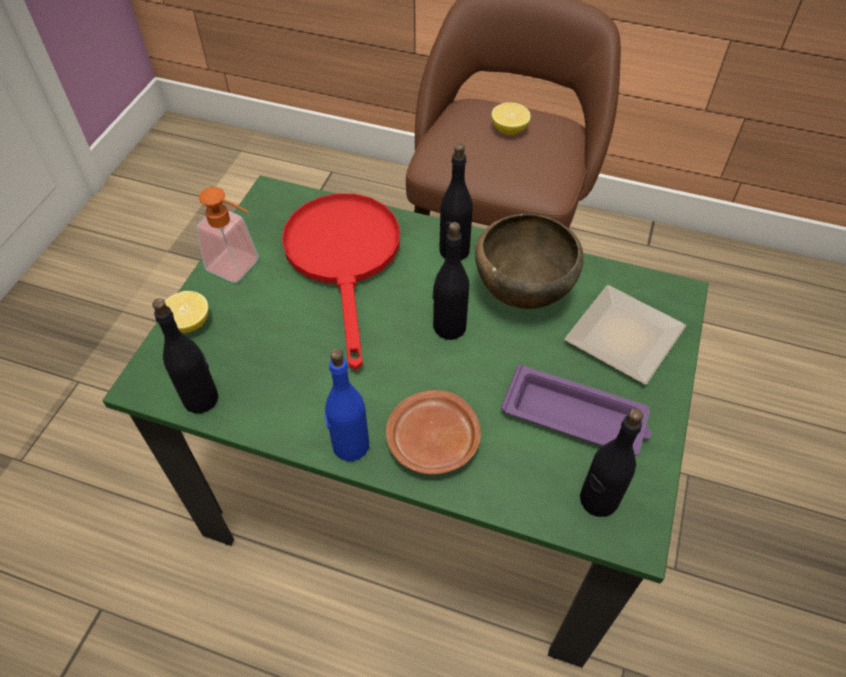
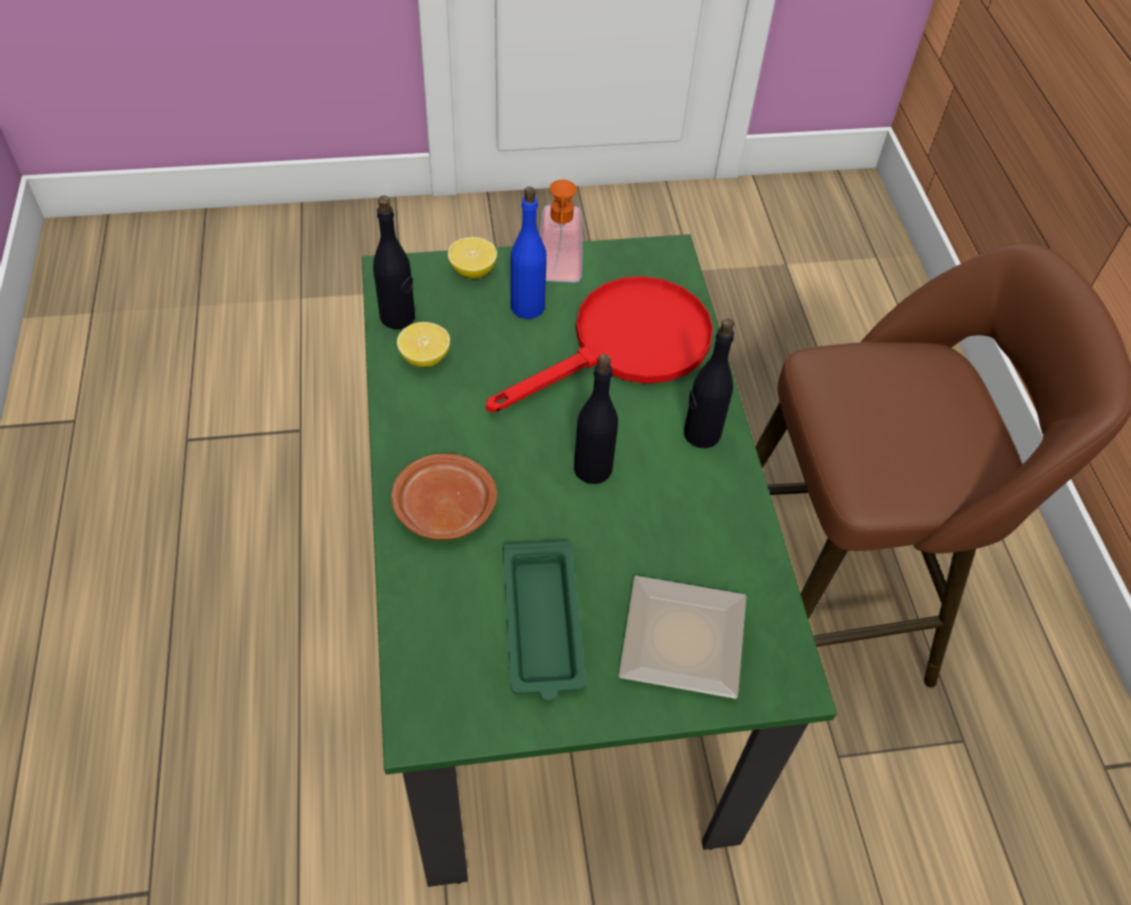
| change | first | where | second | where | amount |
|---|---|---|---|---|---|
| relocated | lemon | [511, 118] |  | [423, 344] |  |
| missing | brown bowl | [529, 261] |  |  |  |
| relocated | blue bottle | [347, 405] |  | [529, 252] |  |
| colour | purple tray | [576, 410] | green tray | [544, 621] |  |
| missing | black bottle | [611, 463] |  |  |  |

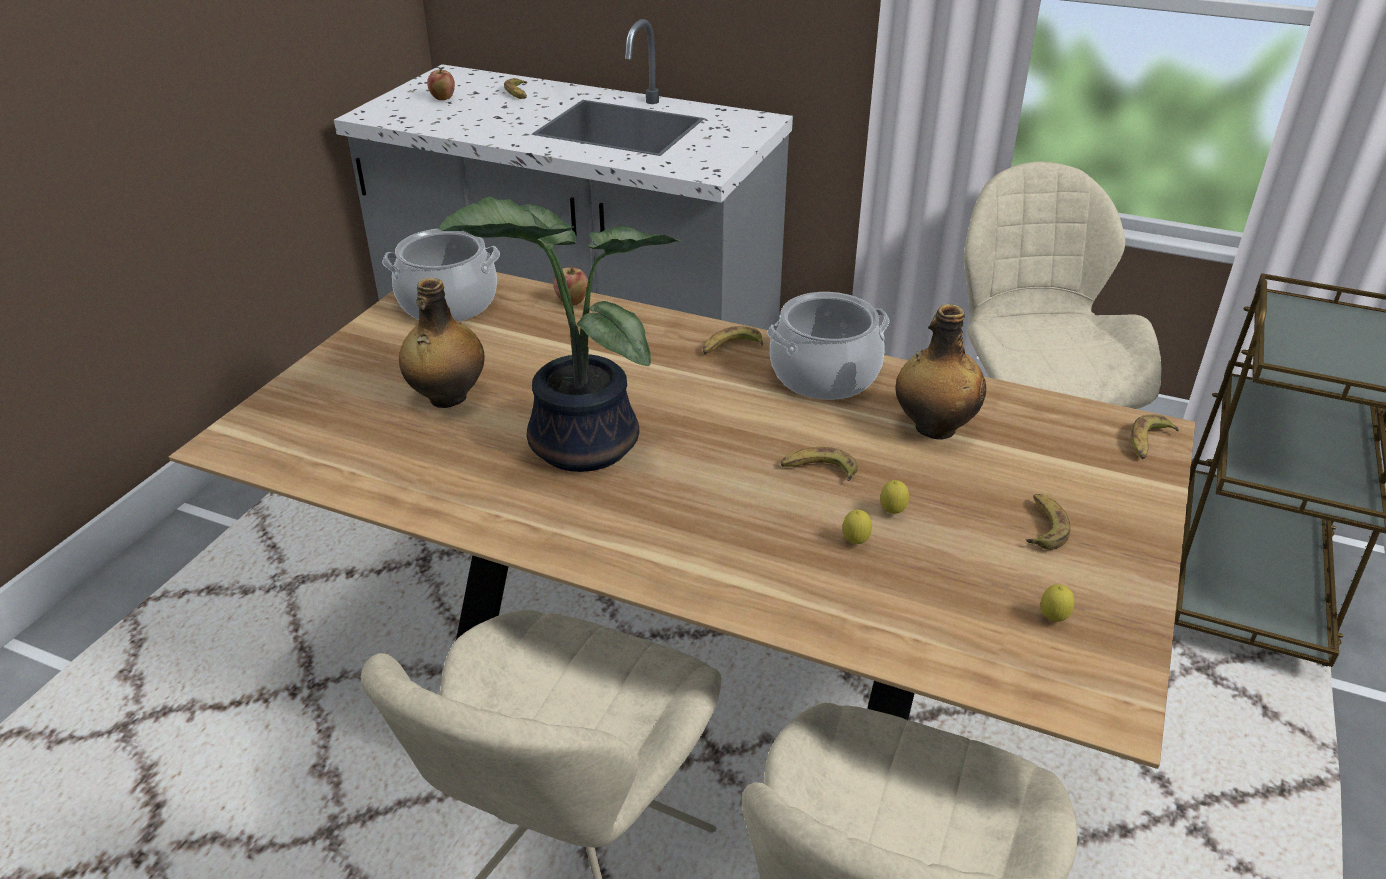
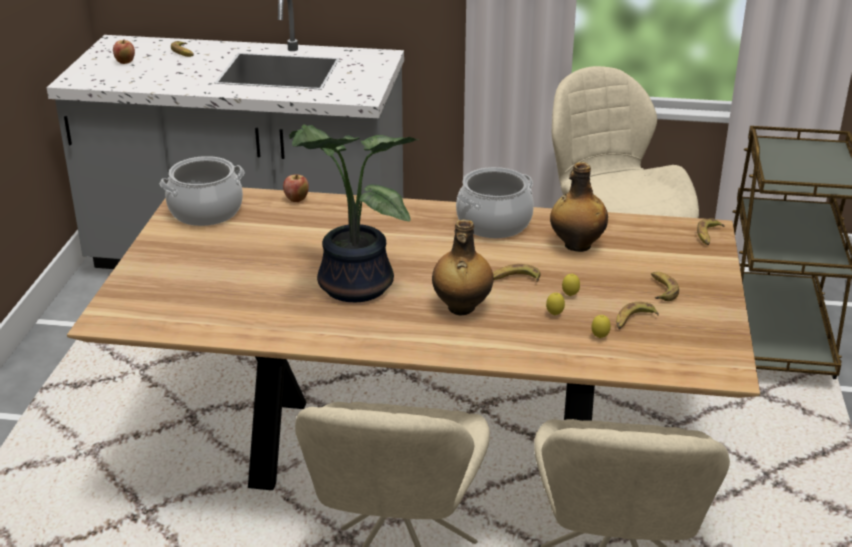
| change | first | where | second | where | amount |
|---|---|---|---|---|---|
| relocated | bottle | [442, 343] |  | [463, 267] |  |
| relocated | banana | [733, 340] |  | [637, 315] |  |
| relocated | lemon | [1057, 603] |  | [601, 326] |  |

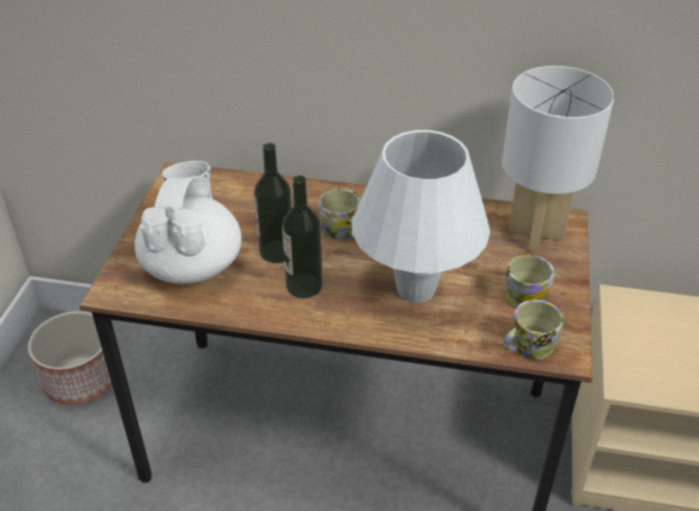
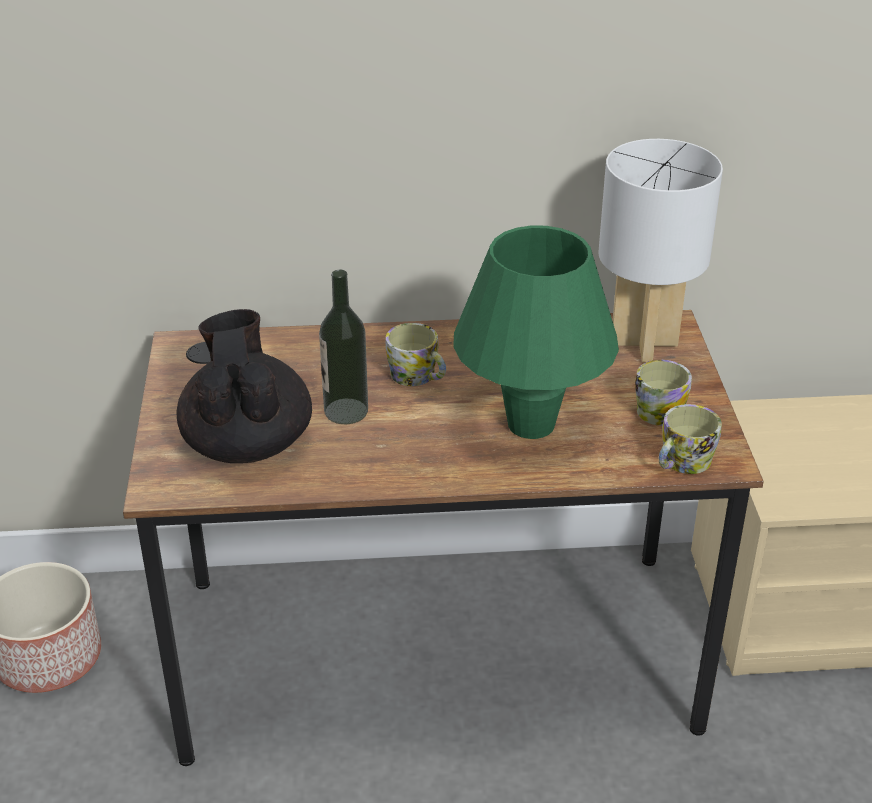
| change | first | where | second | where | amount |
|---|---|---|---|---|---|
| colour | white table lamp | [421, 216] | green table lamp | [536, 332] |  |
| colour | white teapot | [188, 222] | black teapot | [244, 386] |  |
| missing | bottle | [302, 236] |  |  |  |

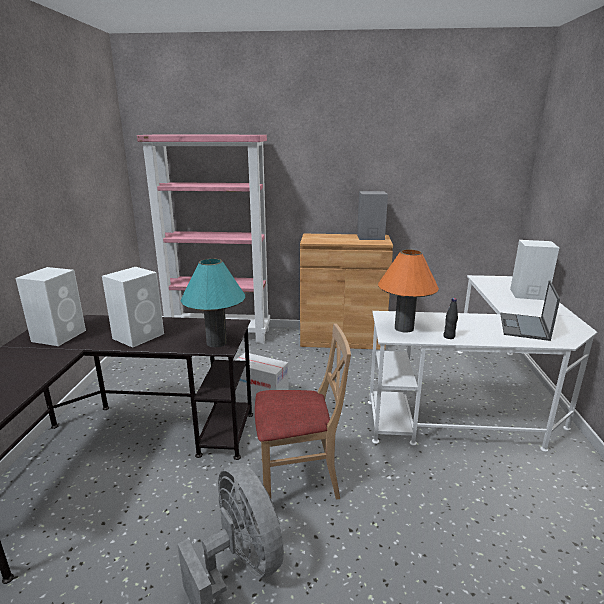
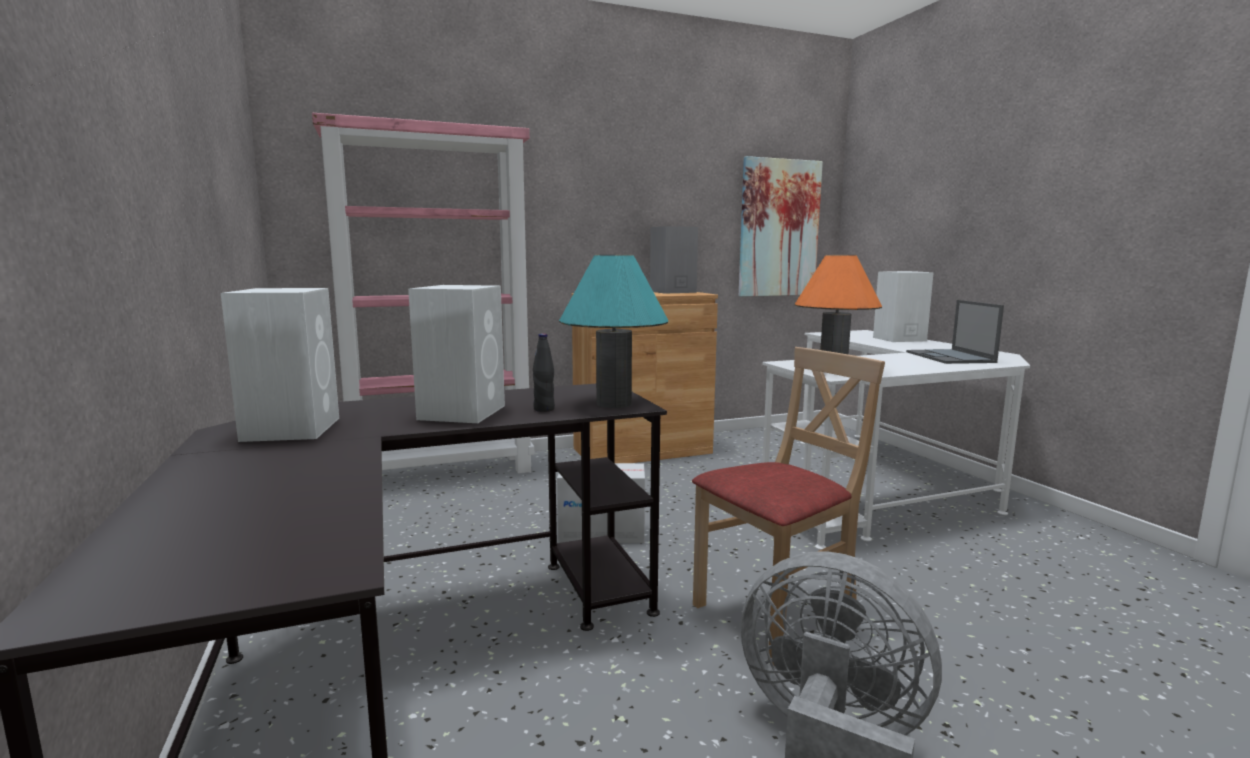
| change | first | where | second | where | amount |
|---|---|---|---|---|---|
| relocated | black bottle | [451, 318] |  | [544, 373] |  |
| appeared |  |  | picture | [781, 226] |  |

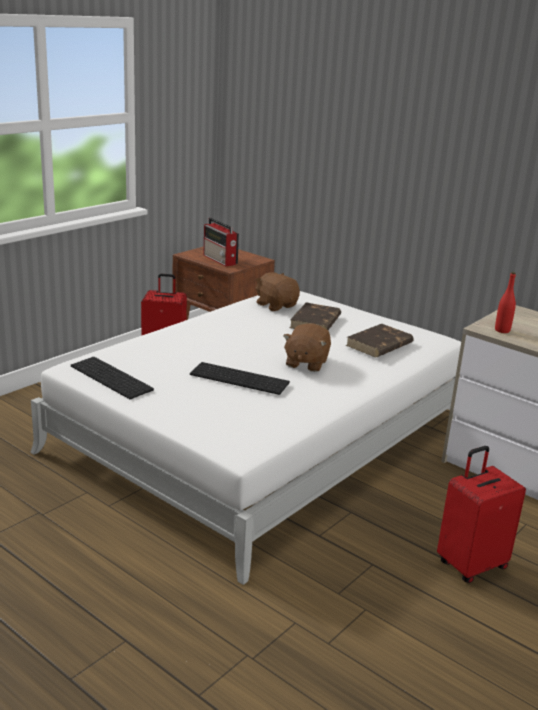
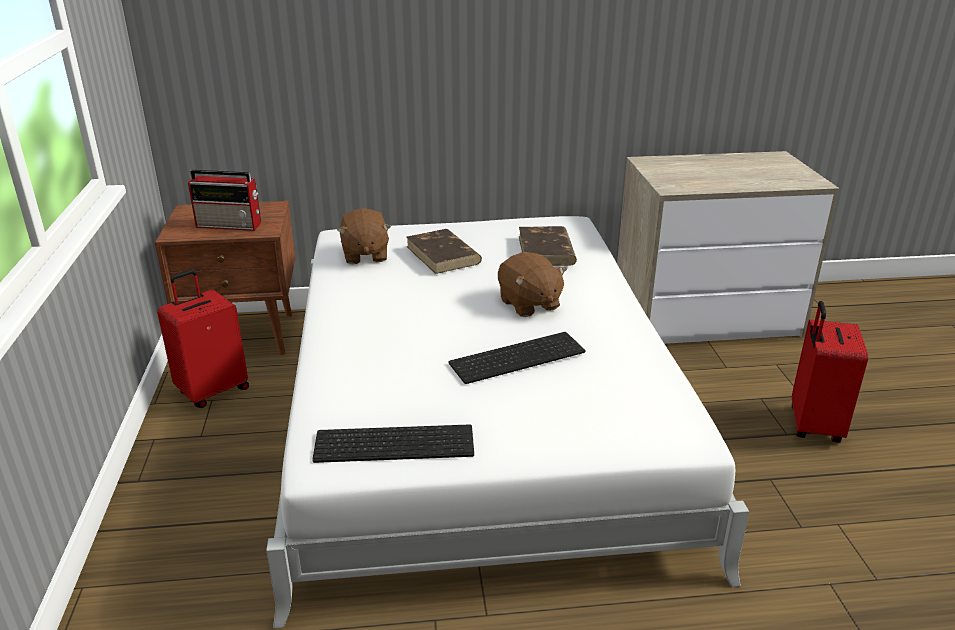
| change | first | where | second | where | amount |
|---|---|---|---|---|---|
| spun | brown plush toy | [277, 291] |  | [364, 236] | 105 degrees counterclockwise |
| missing | red bottle | [505, 302] |  |  |  |

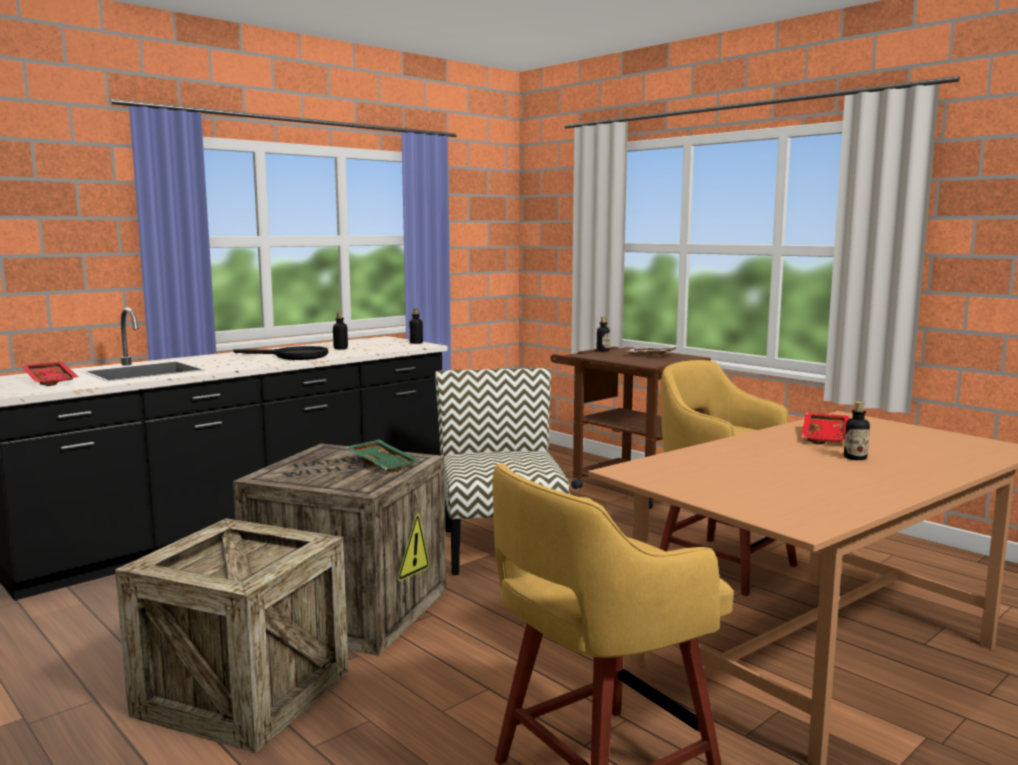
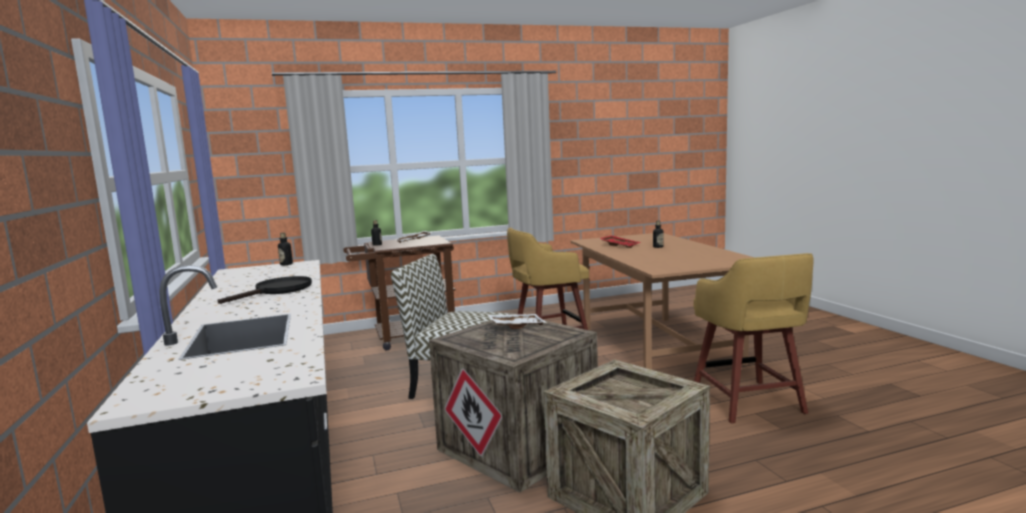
| change | first | where | second | where | amount |
|---|---|---|---|---|---|
| missing | bottle | [340, 330] |  |  |  |
| missing | red tray | [50, 373] |  |  |  |
| colour | green tray | [383, 456] | white tray | [517, 321] |  |

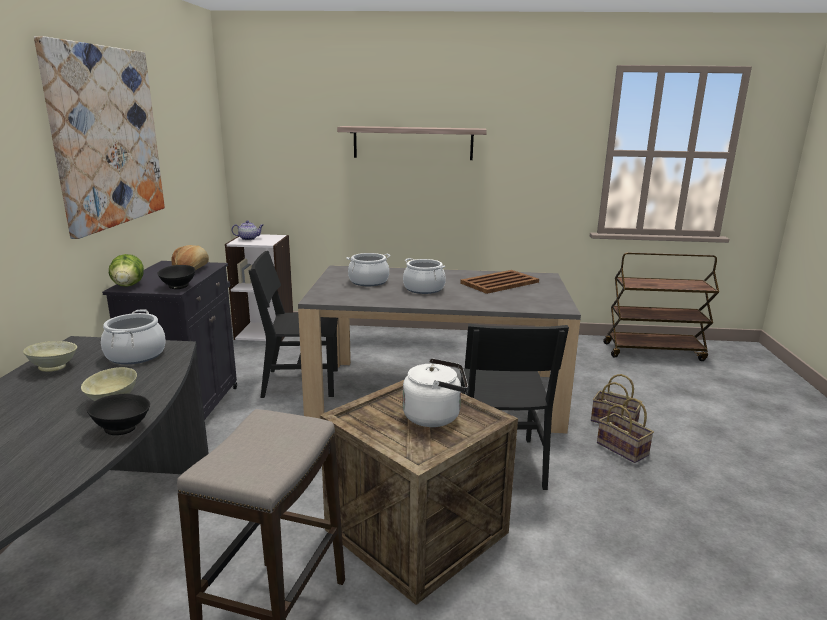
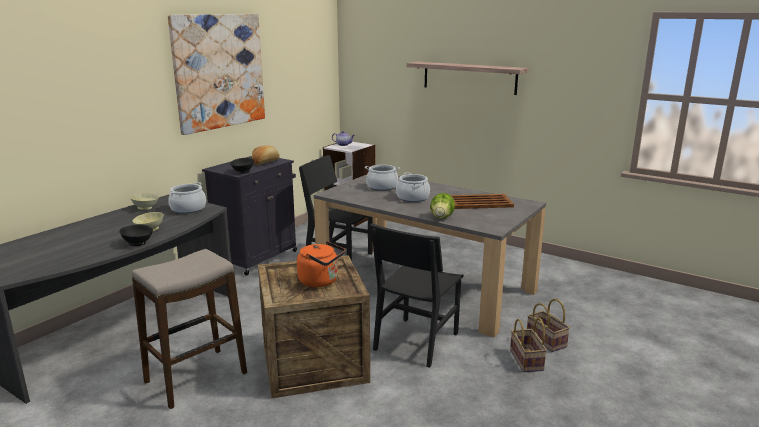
| change | first | where | second | where | amount |
|---|---|---|---|---|---|
| missing | brown cart | [661, 306] |  |  |  |
| relocated | lettuce | [126, 270] |  | [442, 206] |  |
| colour | white kettle | [435, 392] | orange kettle | [321, 264] |  |

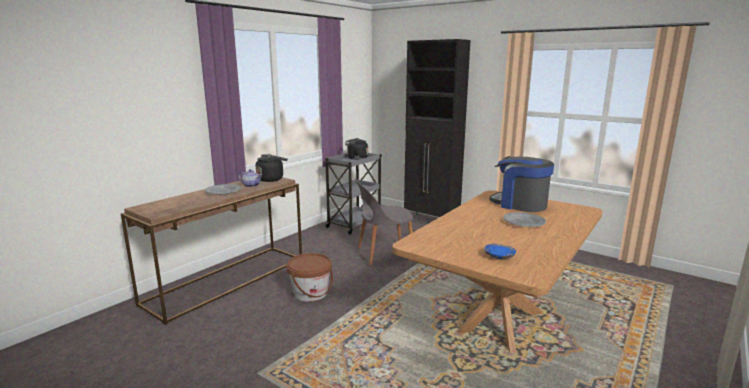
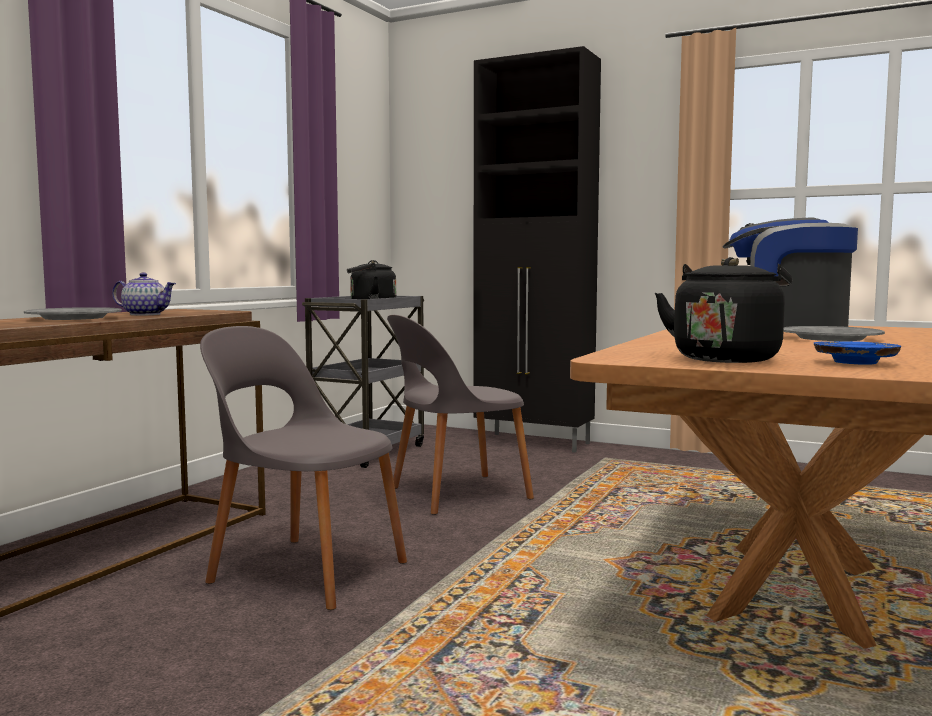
| change | first | where | second | where | amount |
|---|---|---|---|---|---|
| relocated | black kettle | [272, 168] |  | [723, 310] |  |
| exchanged | brown bucket | [310, 277] | grey chair | [303, 468] |  |

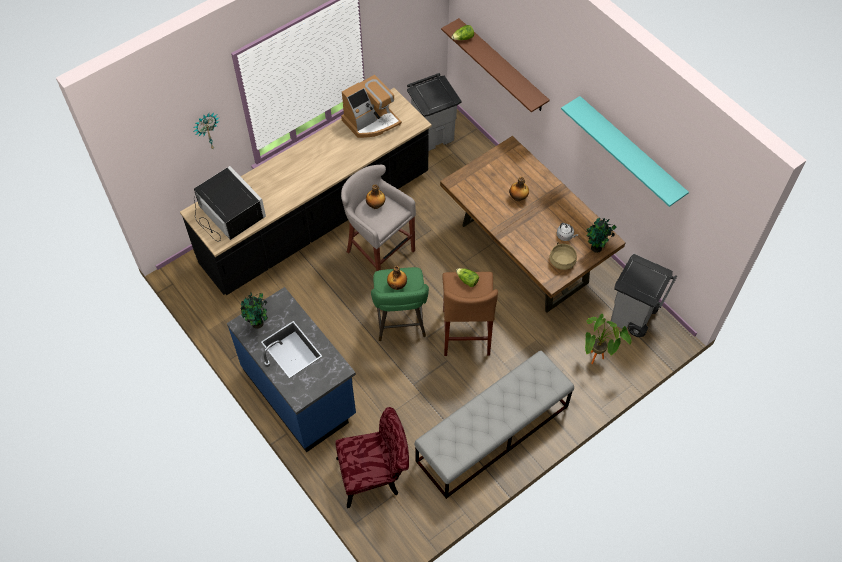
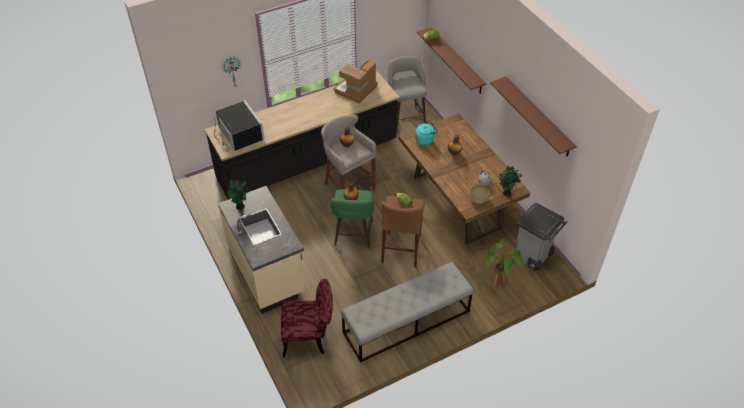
| change | first | where | second | where | amount |
|---|---|---|---|---|---|
| exchanged | grey trash can | [434, 112] | grey stool | [407, 93] |  |
| spun | coffee machine | [371, 106] |  | [355, 82] | 150 degrees clockwise |
| colour | turquoise shelf | [625, 151] | brown shelf | [533, 117] |  |
| colour | blue counter | [291, 369] | beige counter | [261, 250] |  |
| appeared |  |  | turquoise kettle | [426, 133] |  |

